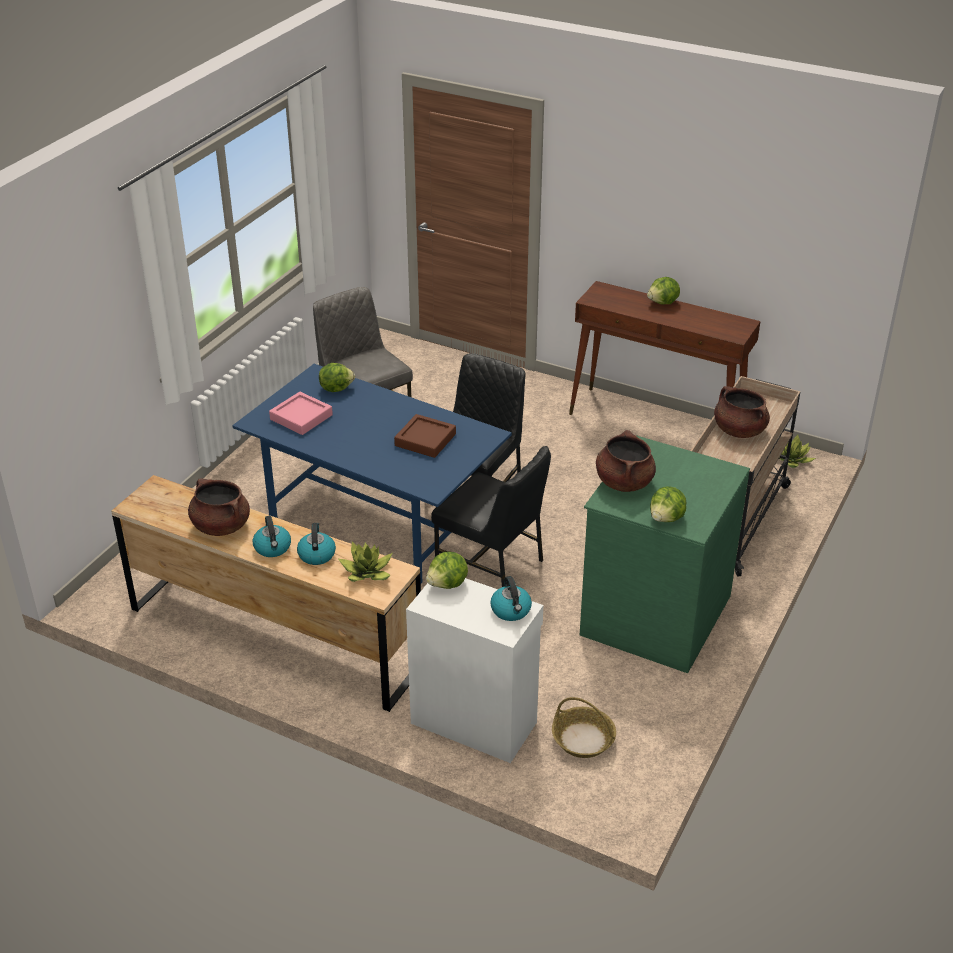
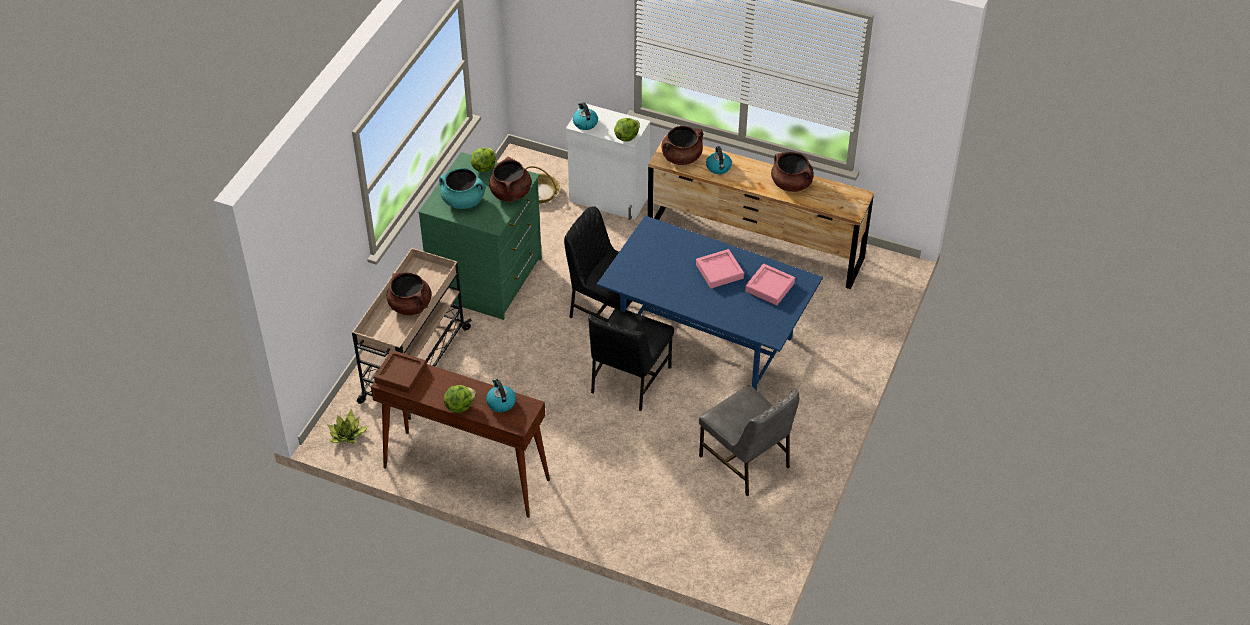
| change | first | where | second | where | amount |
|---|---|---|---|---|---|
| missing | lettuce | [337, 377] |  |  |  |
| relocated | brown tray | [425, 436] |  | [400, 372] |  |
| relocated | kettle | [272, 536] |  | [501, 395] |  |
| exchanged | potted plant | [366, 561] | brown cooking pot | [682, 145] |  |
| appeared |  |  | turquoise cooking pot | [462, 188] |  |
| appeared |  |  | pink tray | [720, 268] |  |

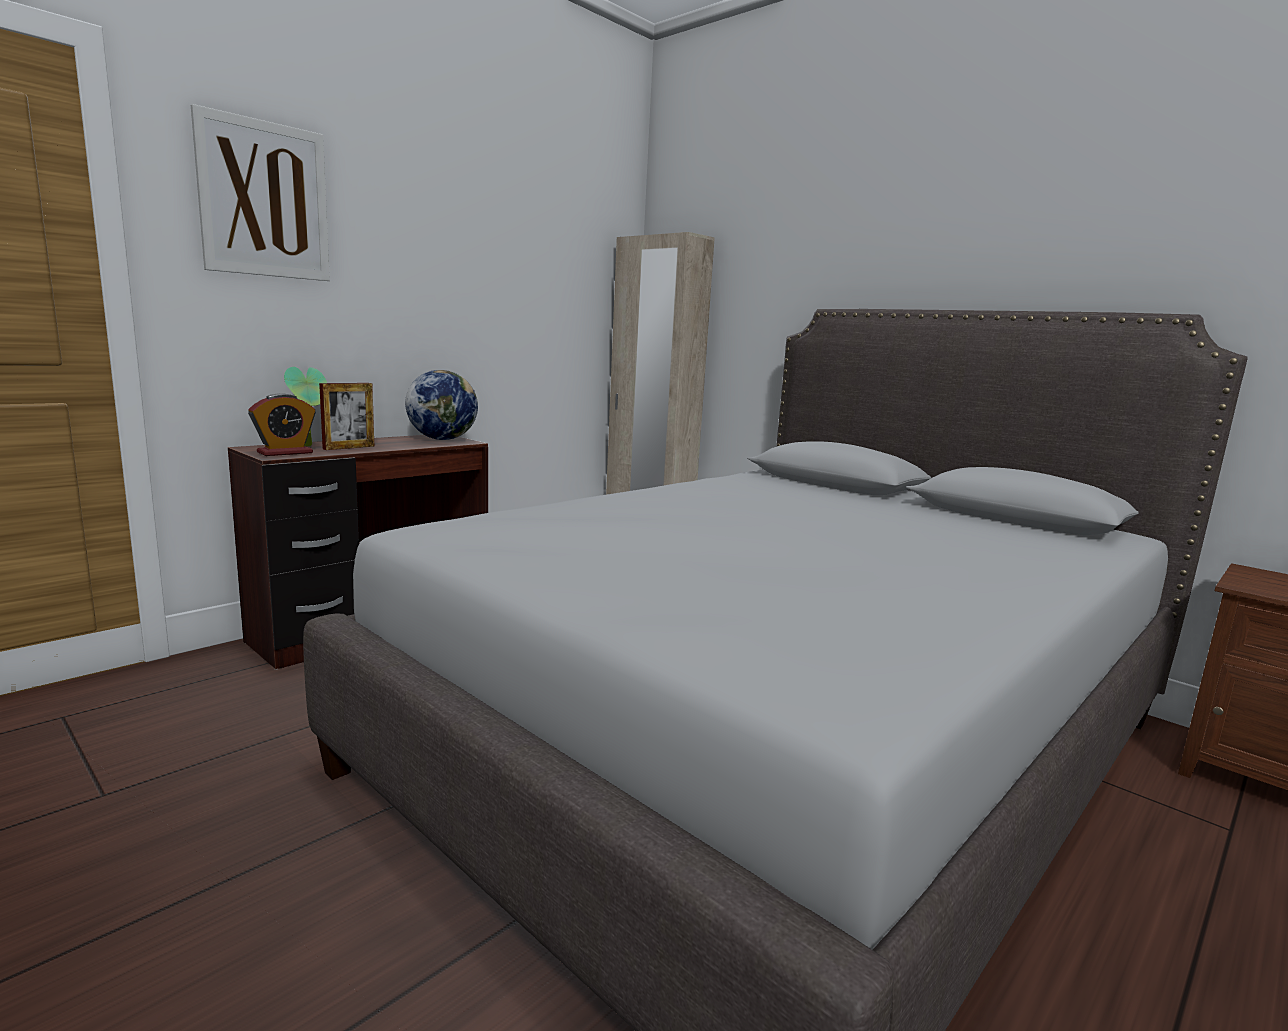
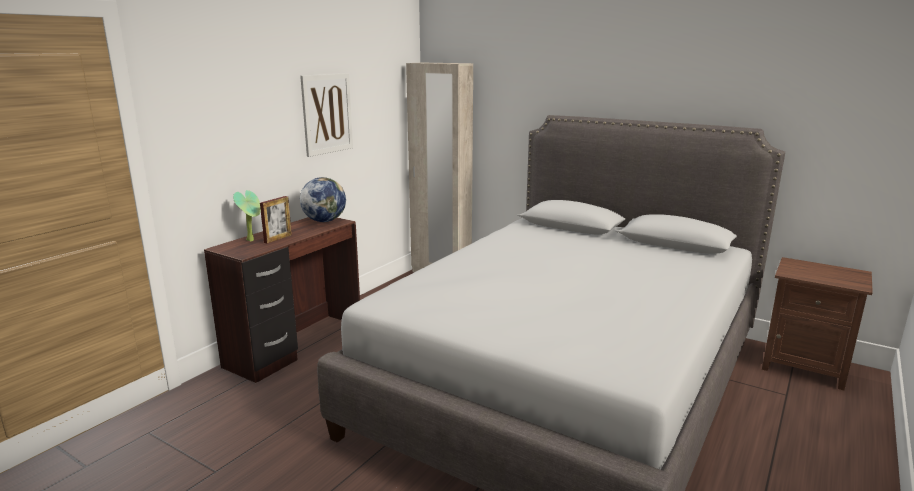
| change | first | where | second | where | amount |
|---|---|---|---|---|---|
| relocated | picture | [260, 192] |  | [326, 115] |  |
| missing | alarm clock | [282, 424] |  |  |  |

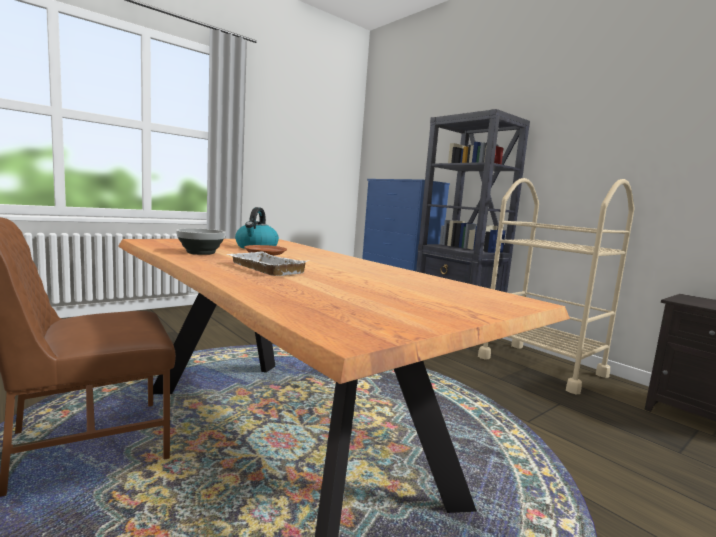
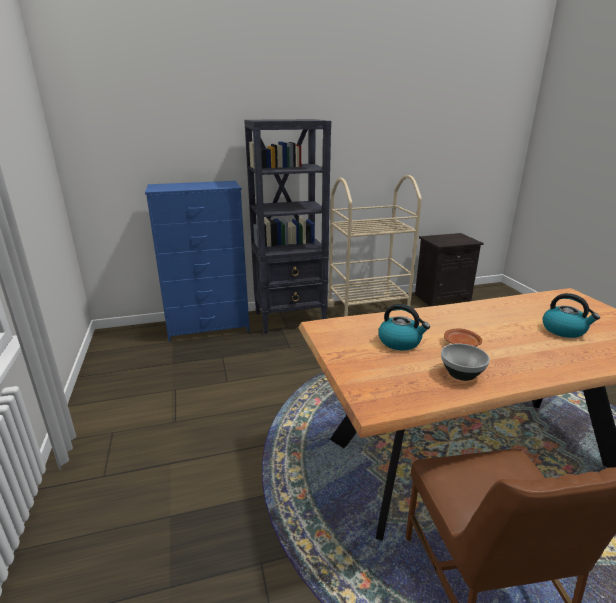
| change | first | where | second | where | amount |
|---|---|---|---|---|---|
| missing | white tray | [266, 264] |  |  |  |
| appeared |  |  | kettle | [571, 315] |  |

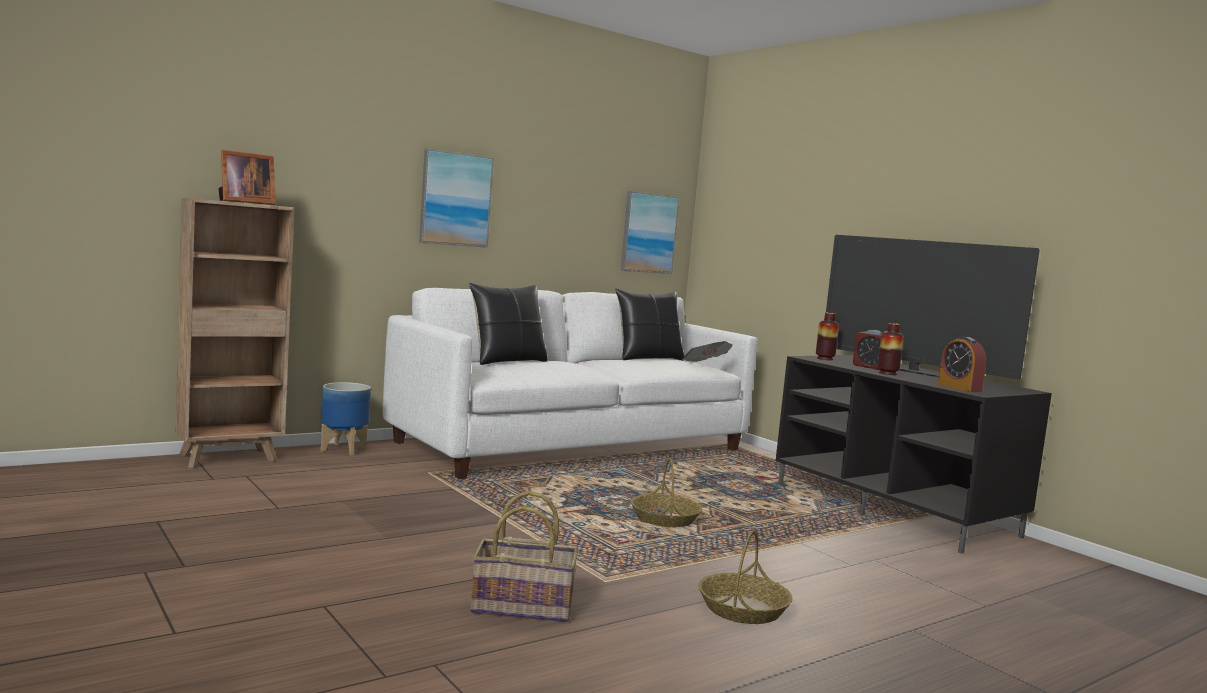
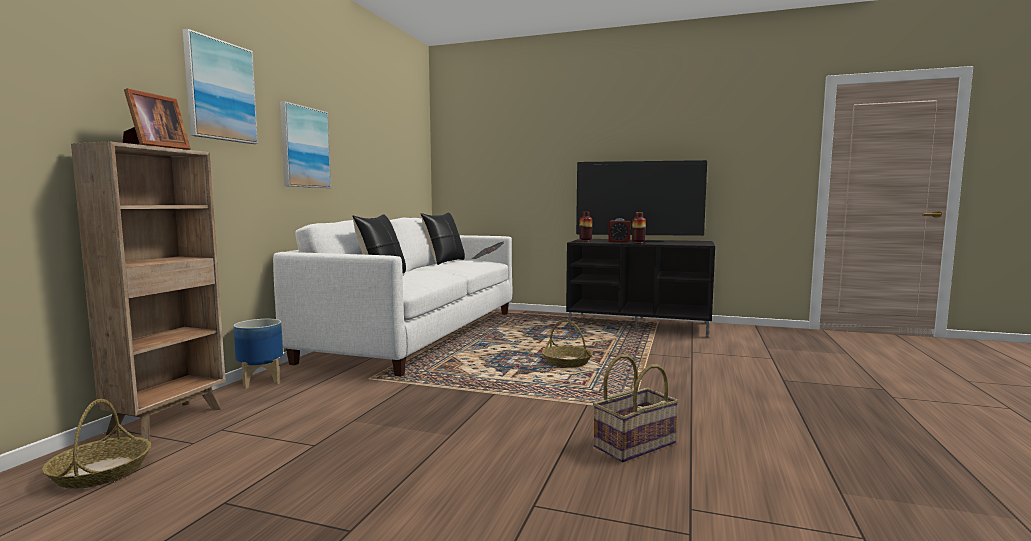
| change | first | where | second | where | amount |
|---|---|---|---|---|---|
| relocated | picture | [650, 232] |  | [220, 86] |  |
| missing | alarm clock | [962, 364] |  |  |  |
| relocated | basket | [745, 577] |  | [96, 444] |  |

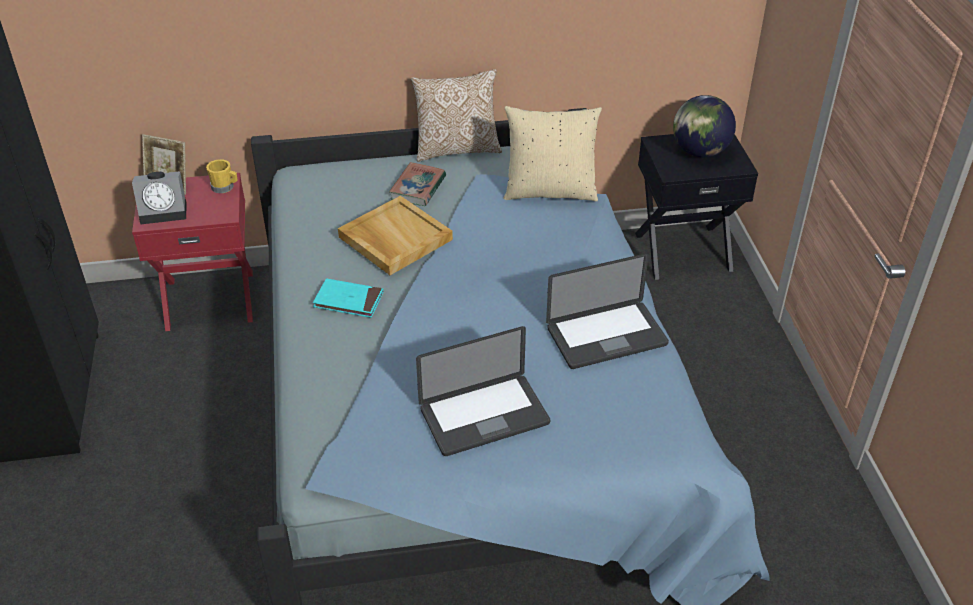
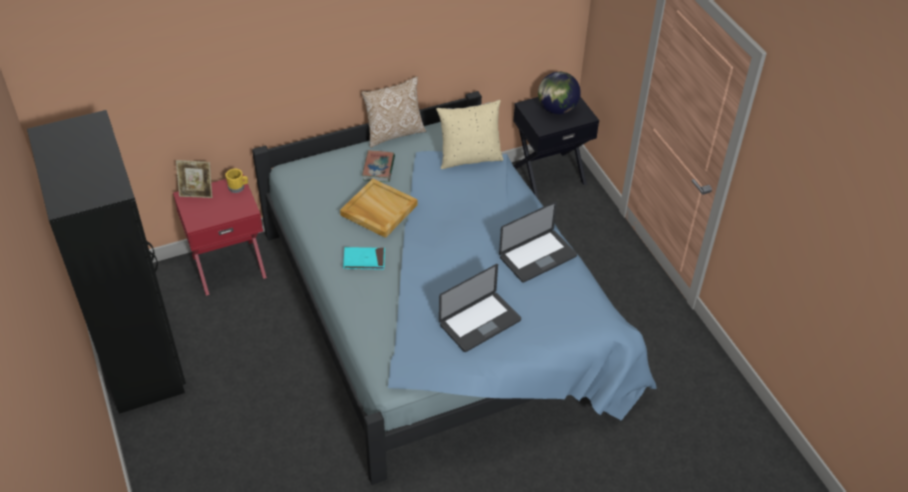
| change | first | where | second | where | amount |
|---|---|---|---|---|---|
| missing | alarm clock | [159, 198] |  |  |  |

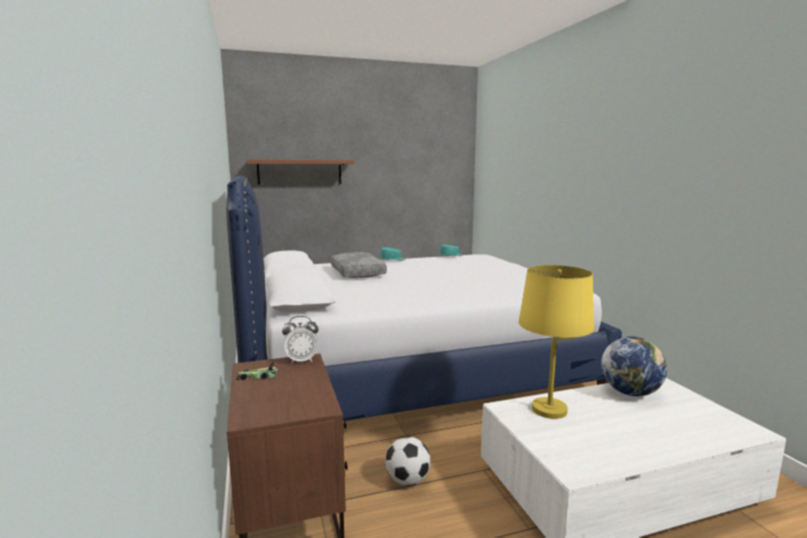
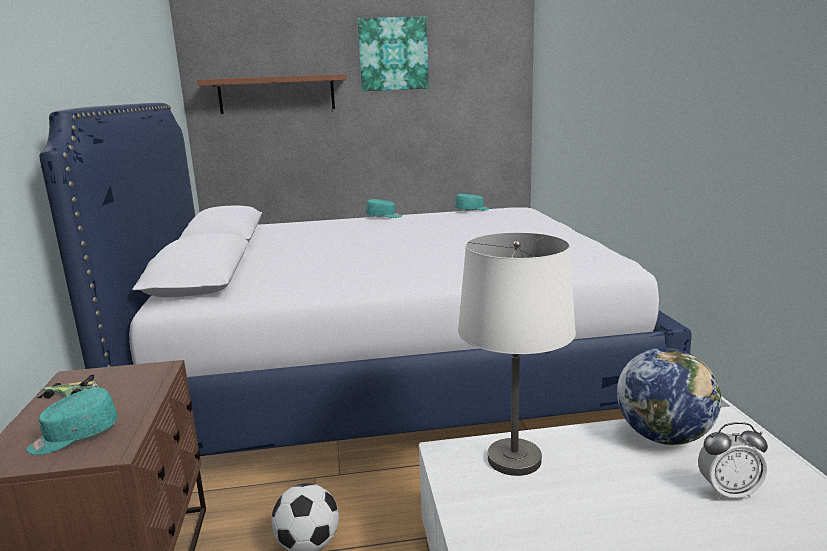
| change | first | where | second | where | amount |
|---|---|---|---|---|---|
| missing | grey pillow | [358, 265] |  |  |  |
| colour | yellow table lamp | [556, 342] | white table lamp | [517, 354] |  |
| relocated | alarm clock | [300, 340] |  | [733, 460] |  |
| appeared |  |  | picture | [393, 53] |  |
| appeared |  |  | turquoise cap | [72, 421] |  |

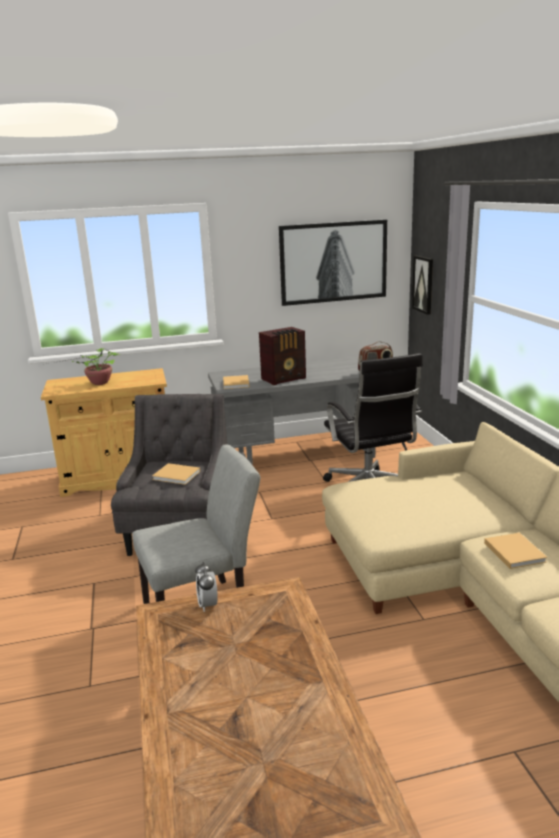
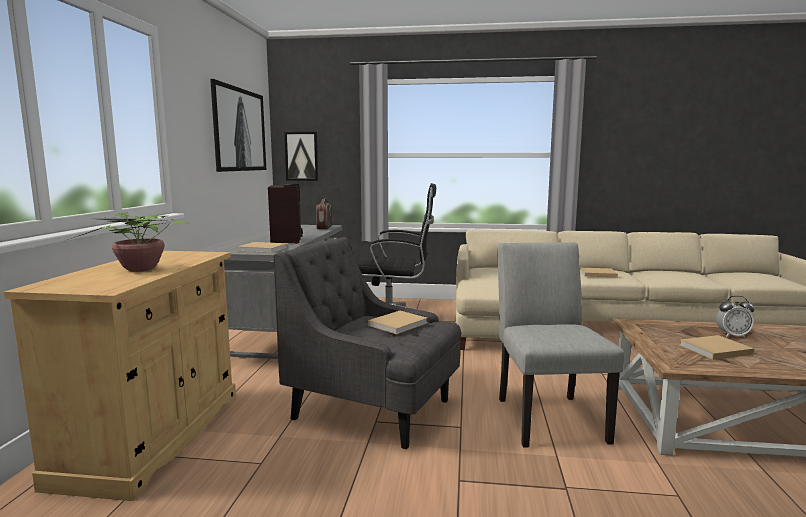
| change | first | where | second | where | amount |
|---|---|---|---|---|---|
| relocated | alarm clock | [206, 587] |  | [735, 317] |  |
| appeared |  |  | beige book | [717, 347] |  |

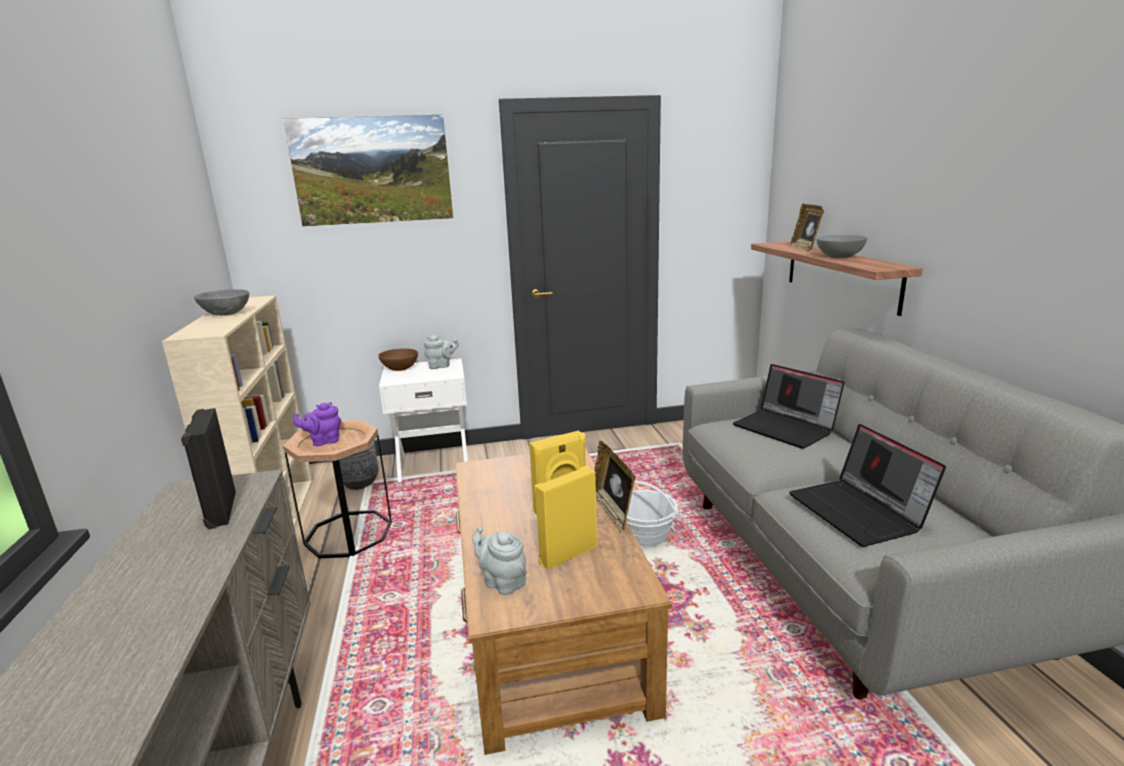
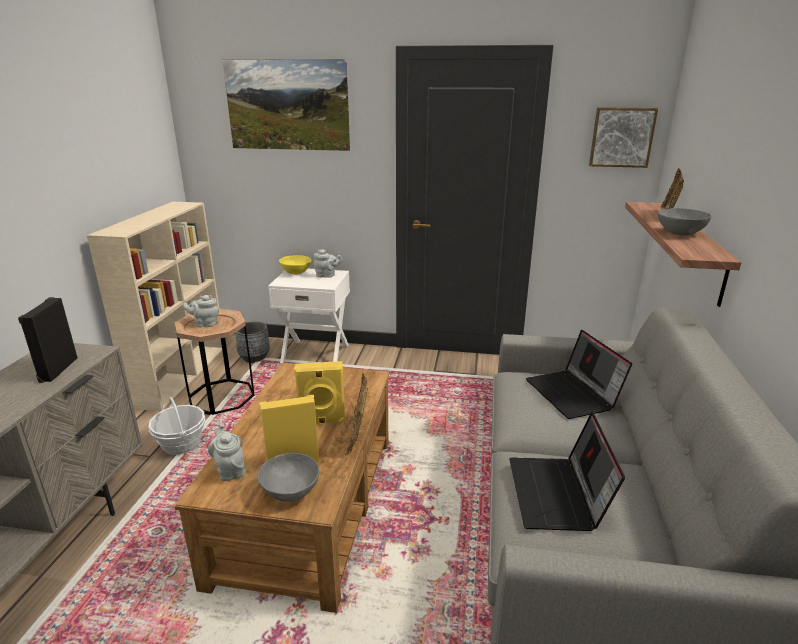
| change | first | where | second | where | amount |
|---|---|---|---|---|---|
| relocated | grey bowl | [221, 302] |  | [288, 477] |  |
| colour | brown bowl | [398, 359] | yellow bowl | [295, 264] |  |
| colour | purple teapot | [317, 424] | grey teapot | [201, 311] |  |
| relocated | basket | [652, 514] |  | [177, 426] |  |
| appeared |  |  | picture | [623, 137] |  |

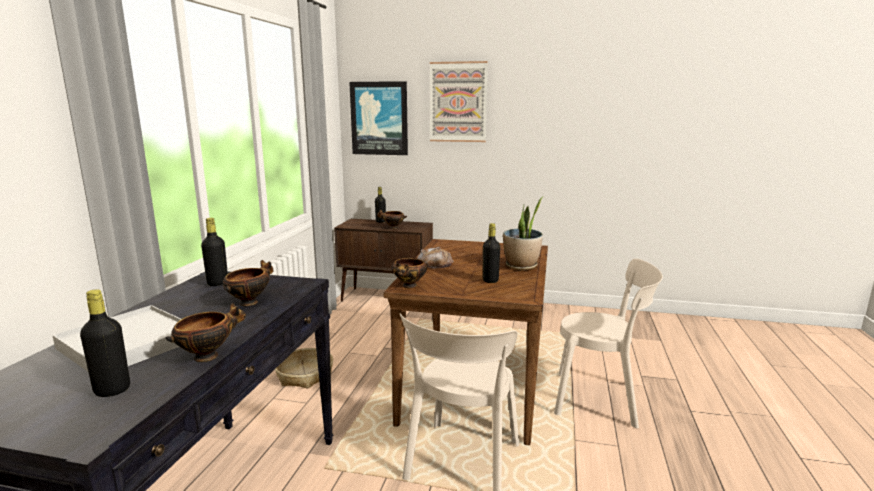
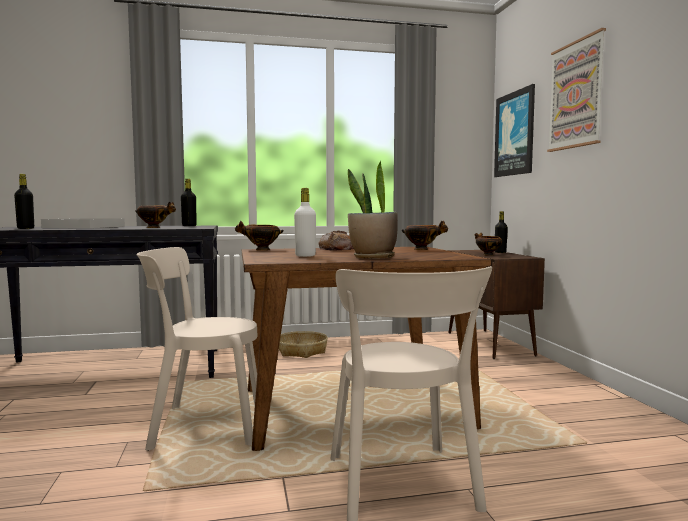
| change | first | where | second | where | amount |
|---|---|---|---|---|---|
| colour | black bottle | [491, 253] | white bottle | [305, 222] |  |
| relocated | bowl | [206, 332] |  | [425, 235] |  |

